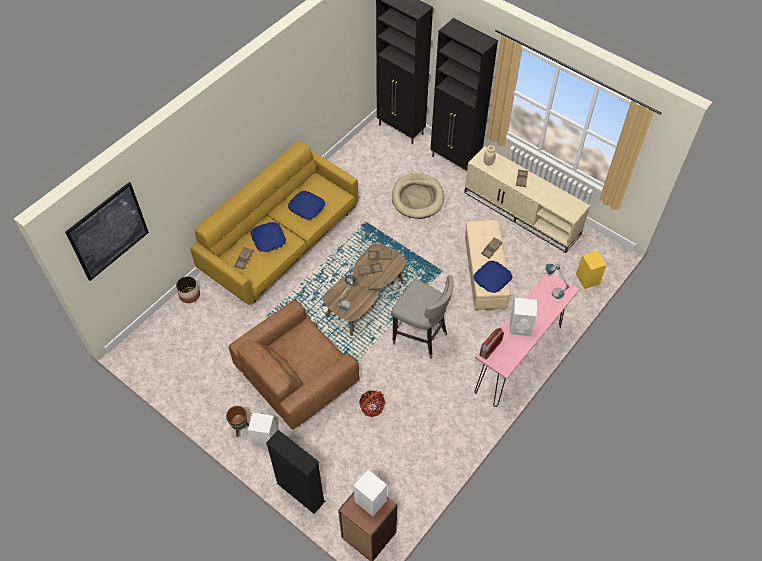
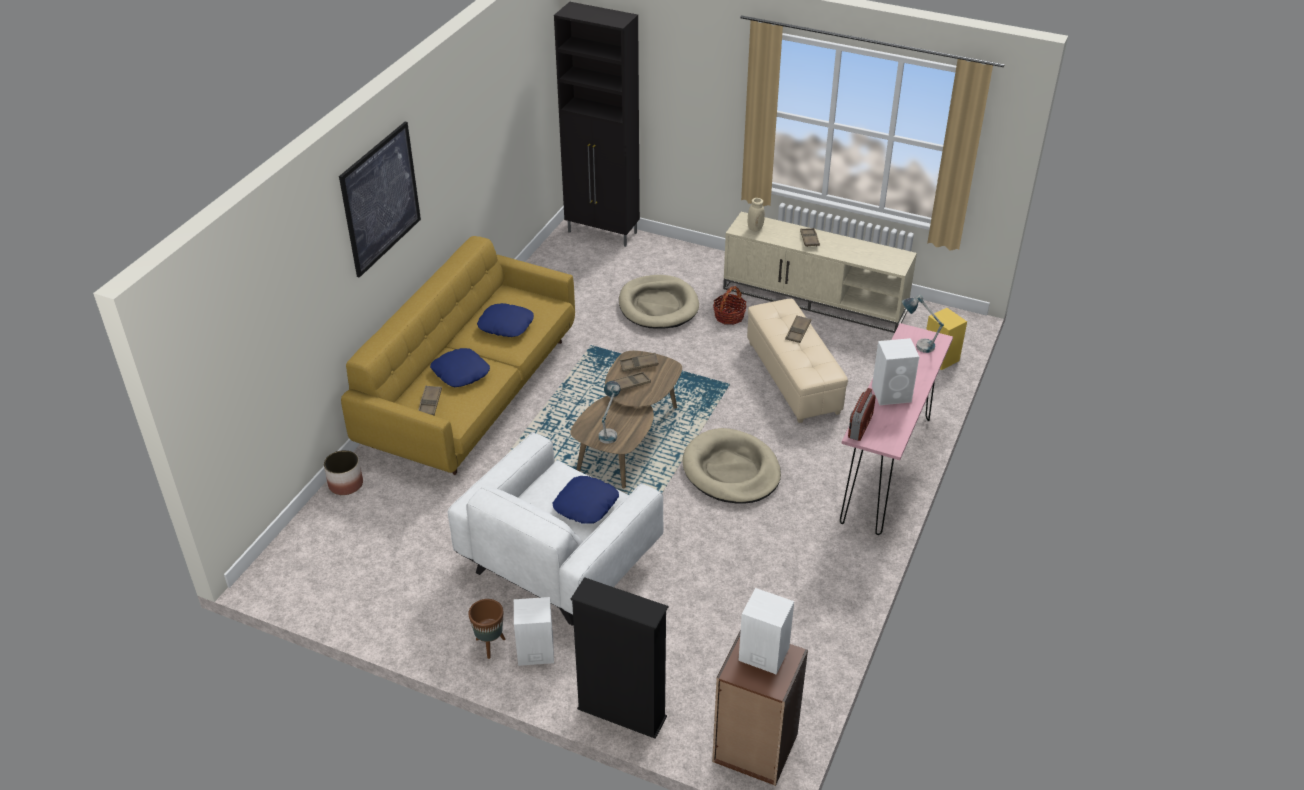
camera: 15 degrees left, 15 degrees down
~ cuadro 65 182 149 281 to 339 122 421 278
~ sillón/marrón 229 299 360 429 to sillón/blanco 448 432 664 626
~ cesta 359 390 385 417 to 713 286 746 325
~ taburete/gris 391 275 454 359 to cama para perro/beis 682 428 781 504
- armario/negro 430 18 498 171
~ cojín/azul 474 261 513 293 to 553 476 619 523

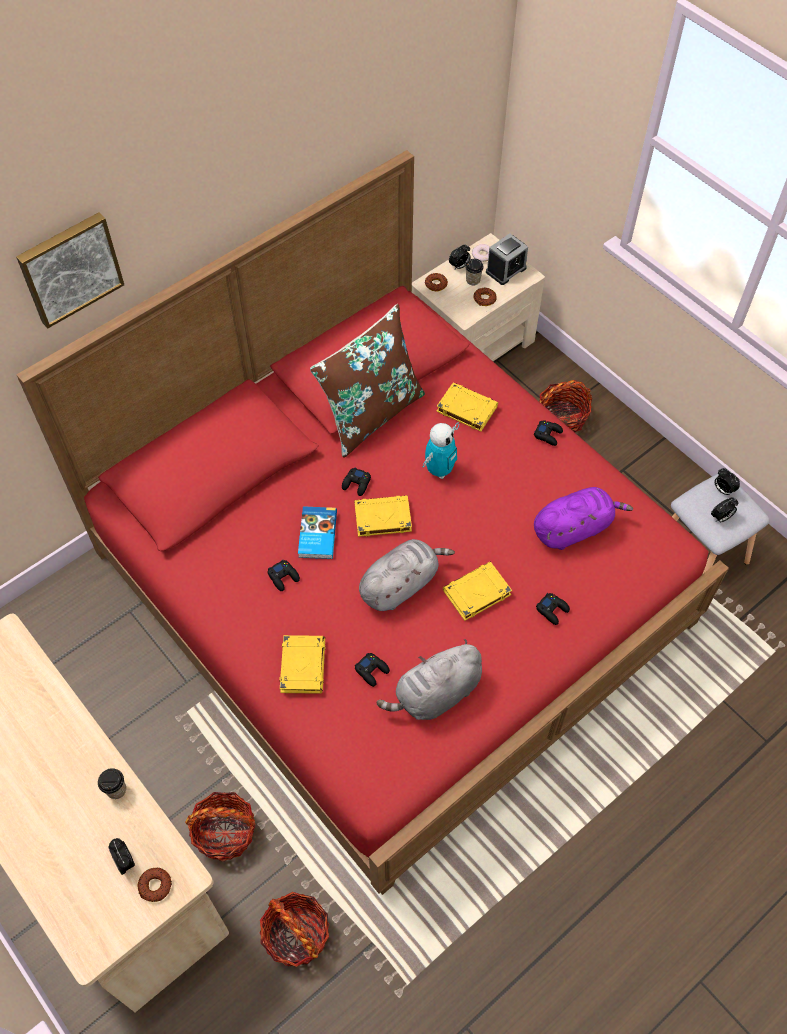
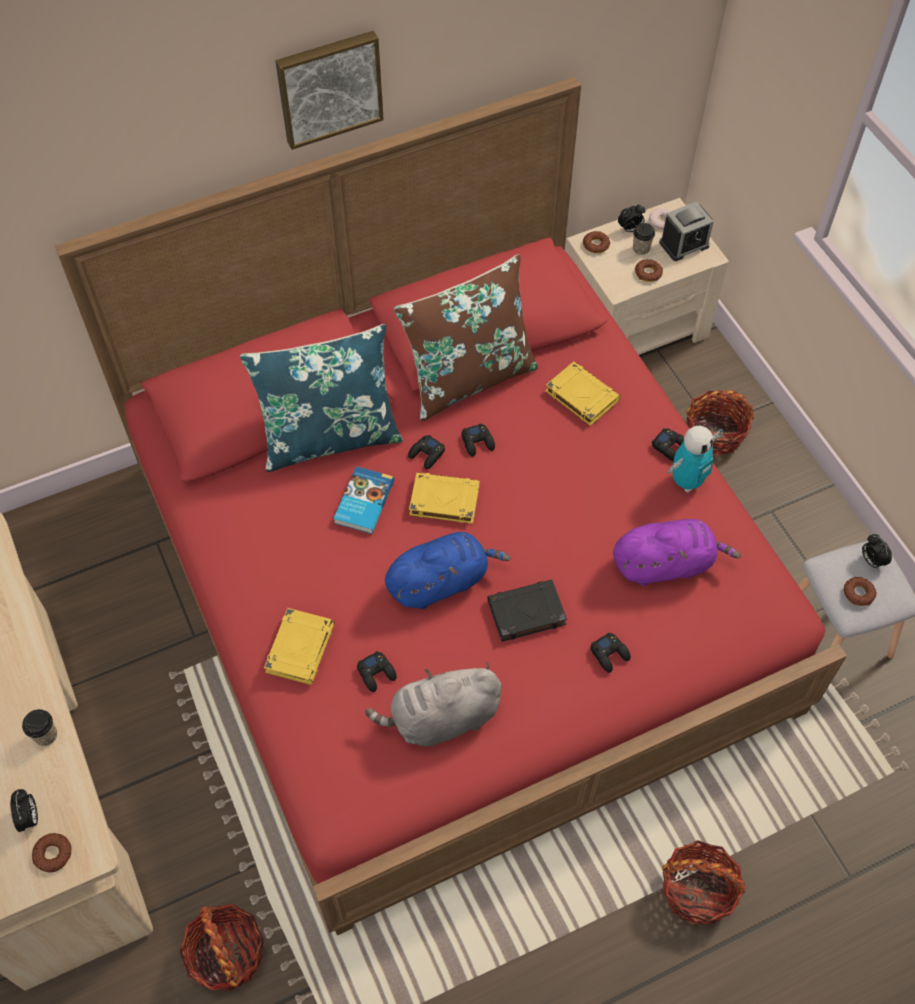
camera: 15 degrees right, 0 degrees up
~ cuadro 16 212 124 328 to 275 31 384 150
~ cesta 185 792 256 862 to 662 840 745 925
~ mando de consola/negro 268 560 300 591 to 461 423 495 457
~ peluche/gris 359 539 455 611 to peluche/azul 385 532 511 609
~ robot de juguete 423 422 459 479 to 667 426 723 492
~ libro/amarillo 443 562 512 621 to libro/negro 487 579 567 642
~ despertador 711 498 738 522 to rosquilla 844 577 877 606
+ cojín/azul 240 324 403 472

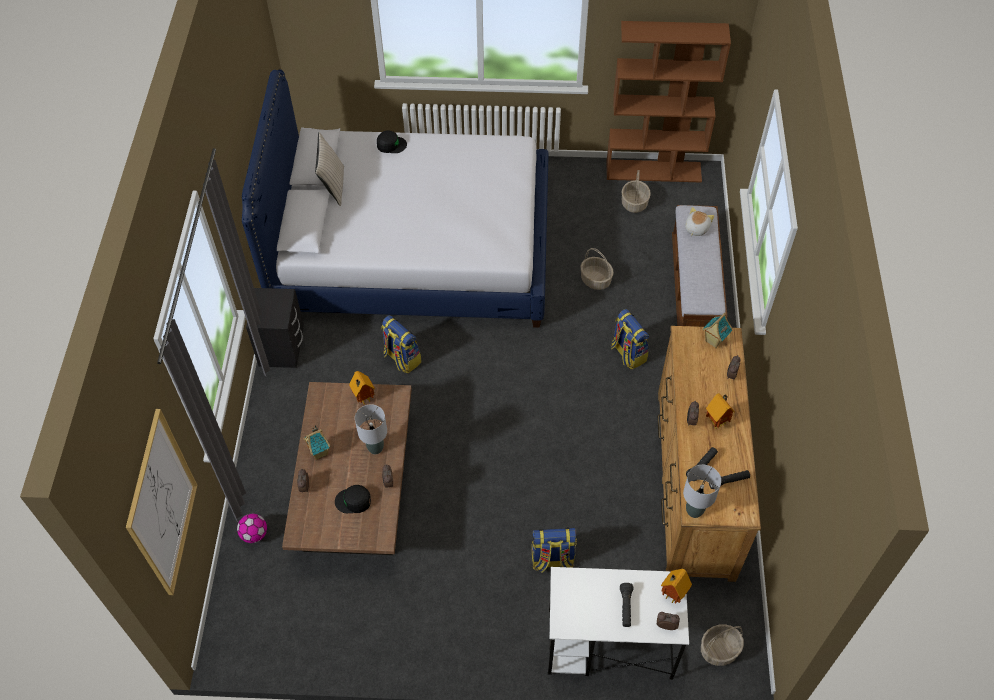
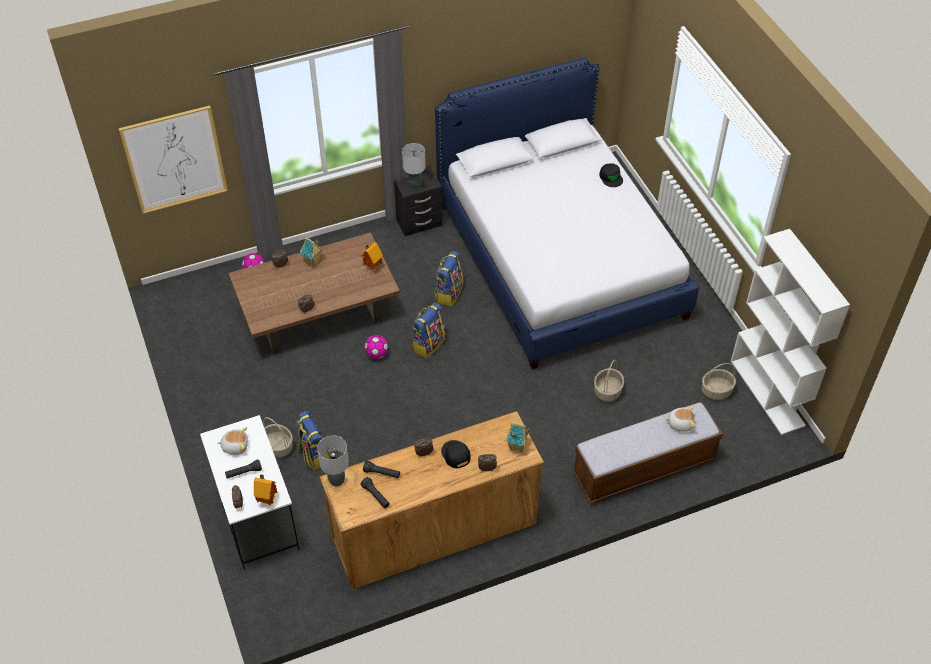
camera: 65 degrees right, 5 degrees down
- cojín/beis 315 132 344 206
~ gorra/negro 335 485 371 513 to 441 440 471 468
~ lámpara de mesa/gris 355 404 387 454 to 402 143 426 189
~ estantería/marrón 607 21 731 183 to estantería/blanco 731 229 850 435
~ mochila 611 309 649 369 to 412 303 445 358
~ cesta 701 624 744 666 to 263 417 293 457
- casita 706 393 735 429
+ peluche 218 427 248 455
+ balón de fútbol 364 335 388 359

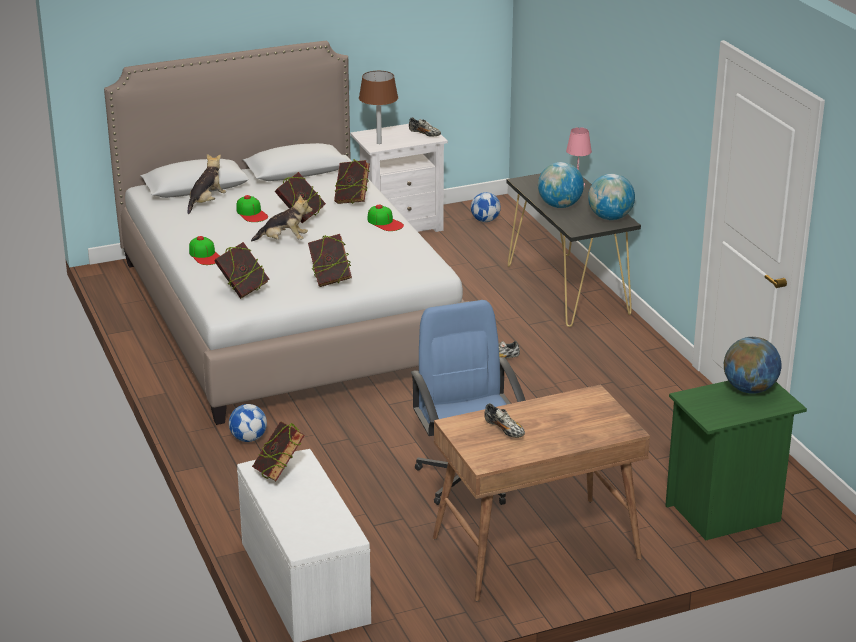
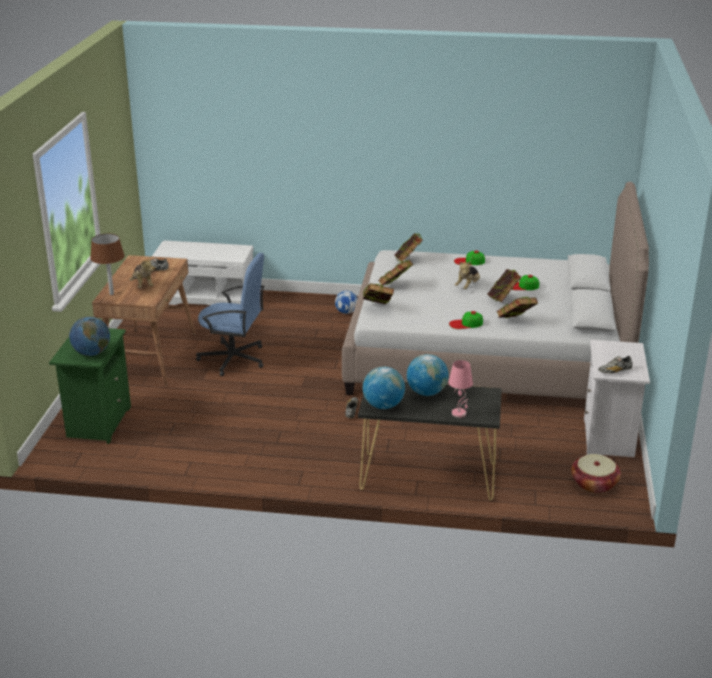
camera: 120 degrees right, 0 degrees up
~ peluche 187 154 226 214 to 130 258 154 288
~ libro 252 421 305 481 to 363 283 394 304
~ lámpara de mesa/marrón 359 71 398 144 to 90 234 125 295
~ balón de fútbol 471 192 501 222 to cesta 571 454 621 493

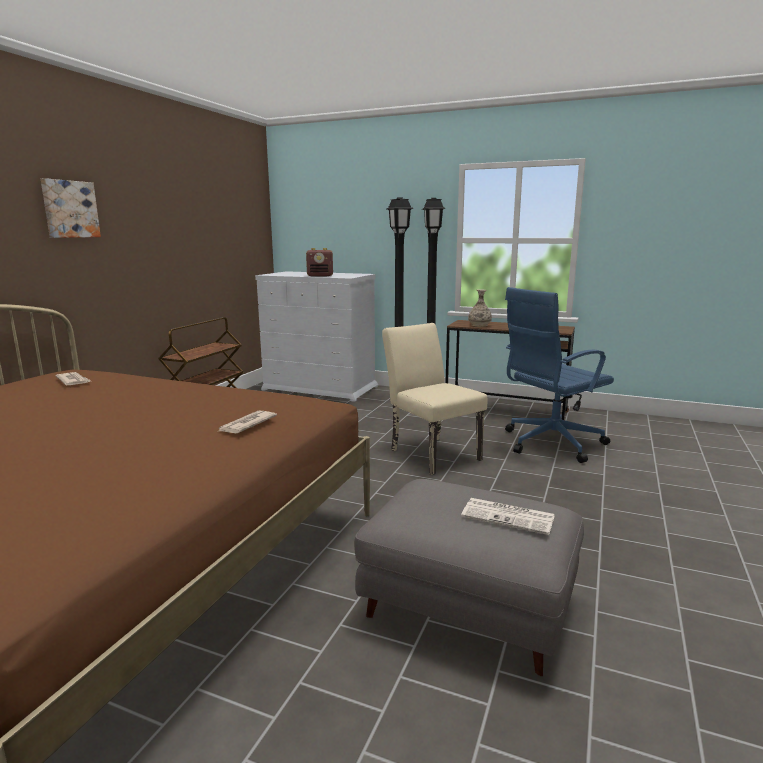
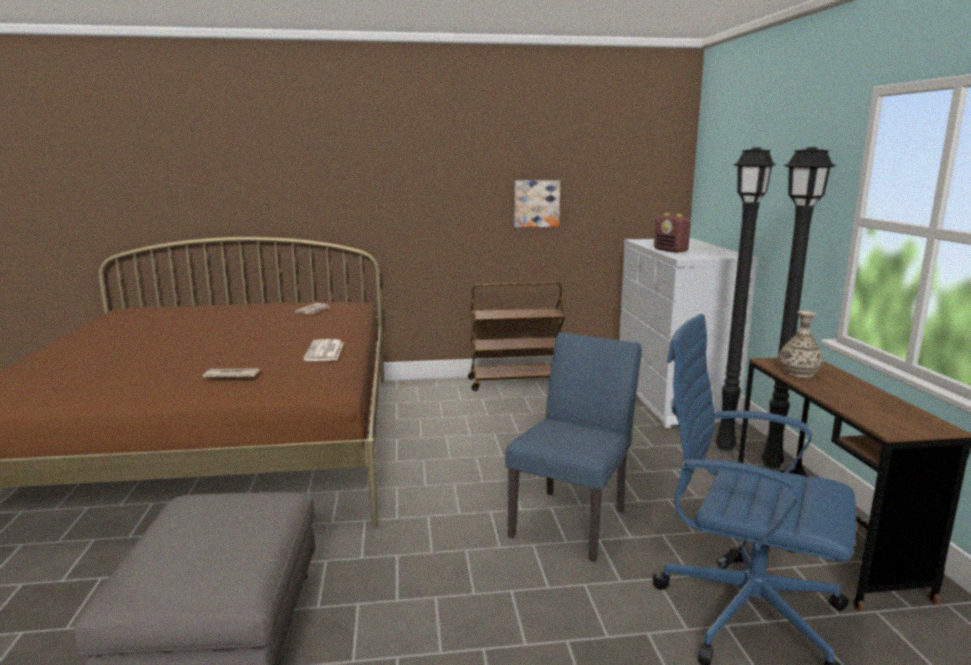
camera: 60 degrees right, 0 degrees up
~ cuadro 41 178 101 238 to 514 180 560 227
~ silla/beis 382 323 487 475 to silla/azul 505 332 642 562
~ periódico 461 498 555 535 to 303 339 344 361

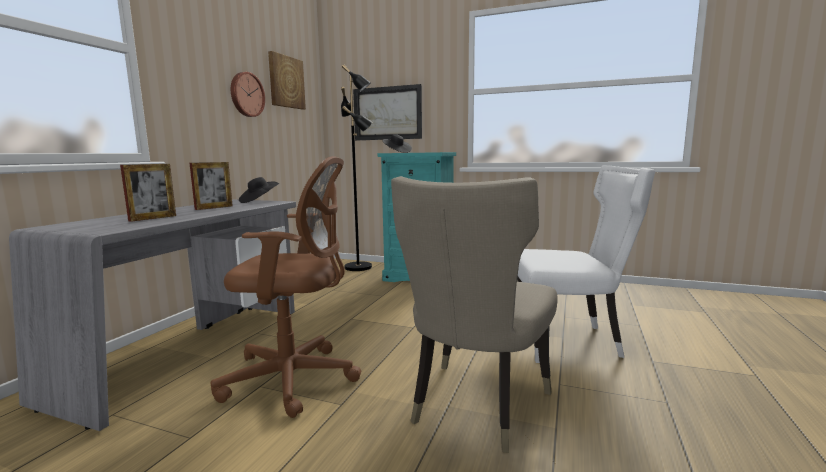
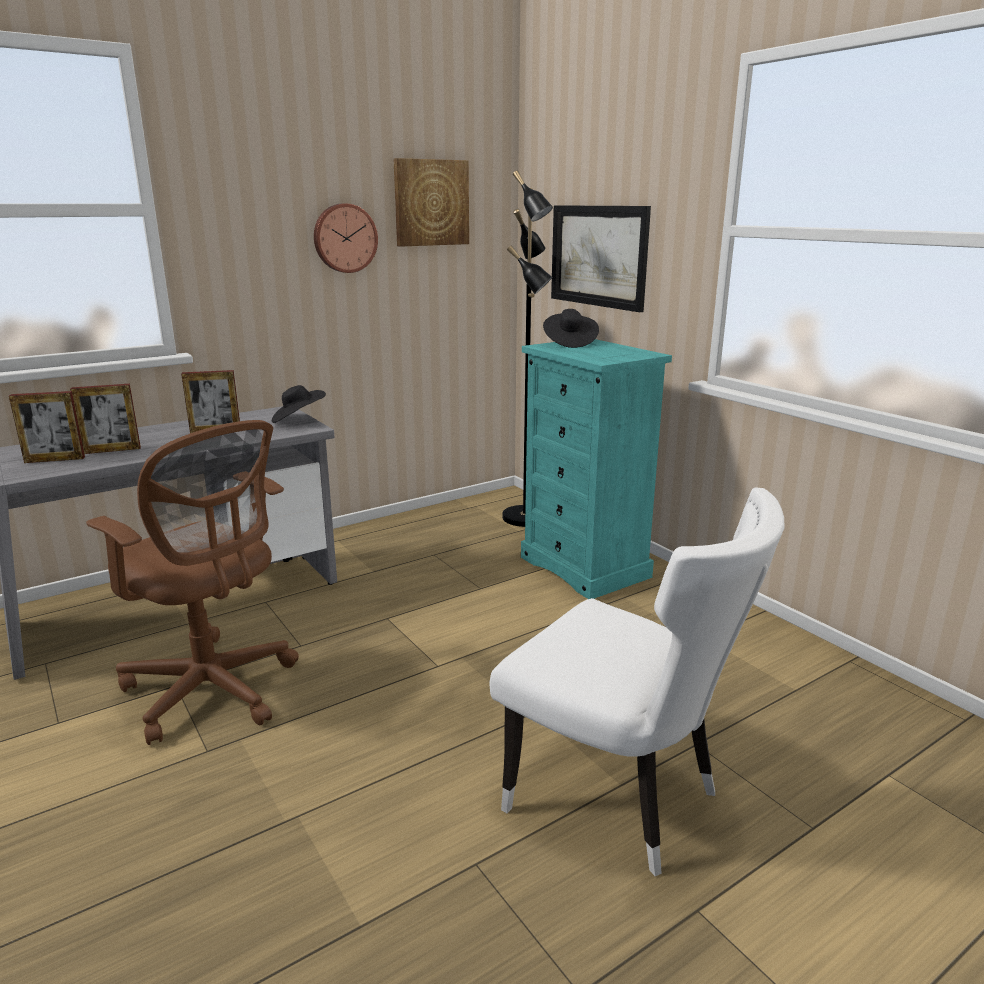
camera: 35 degrees right, 10 degrees up
- silla/beis 391 176 558 453
+ portarretratos 9 391 85 463

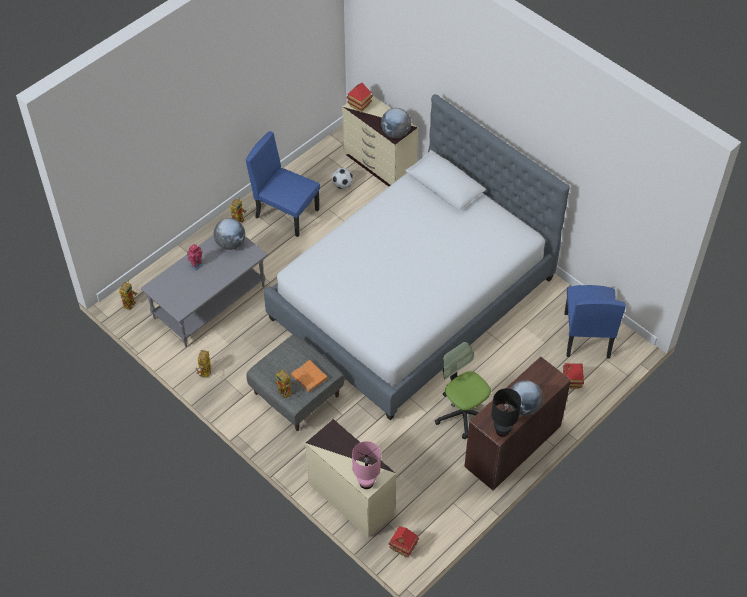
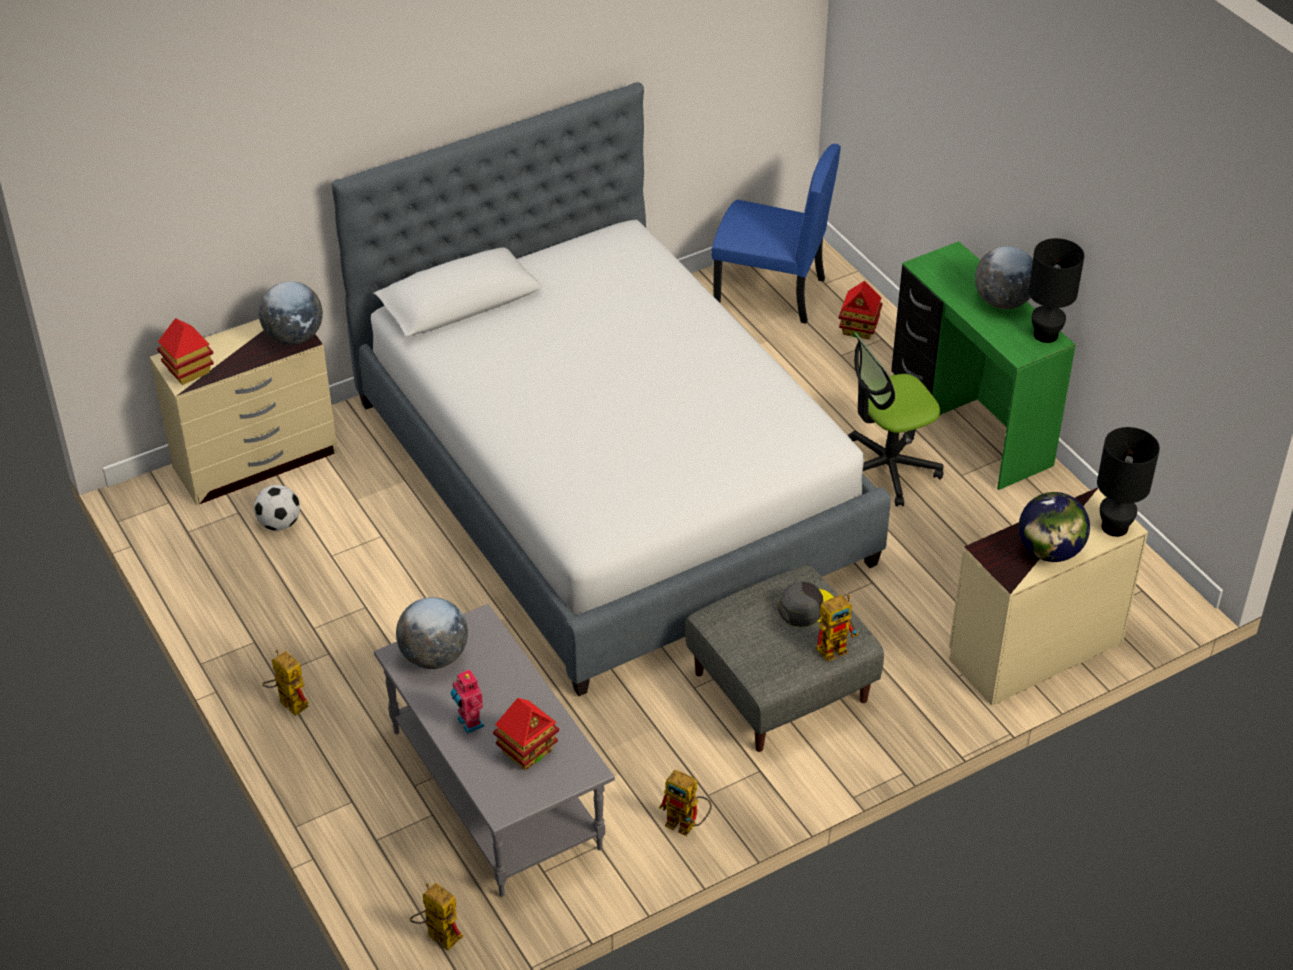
camera: 75 degrees left, 10 degrees down
- silla/azul 246 131 320 237
~ libro/naranja 291 360 327 392 to gorra/gris 778 582 834 627
~ lámpara de mesa/rosa 352 441 381 489 to lámpara de mesa/negro 1097 427 1160 537
~ casita 389 526 419 558 to 493 698 559 770
~ escritorio/marrón 464 357 571 491 to escritorio/verde 891 241 1076 490
+ globo terráqueo 1019 492 1090 562

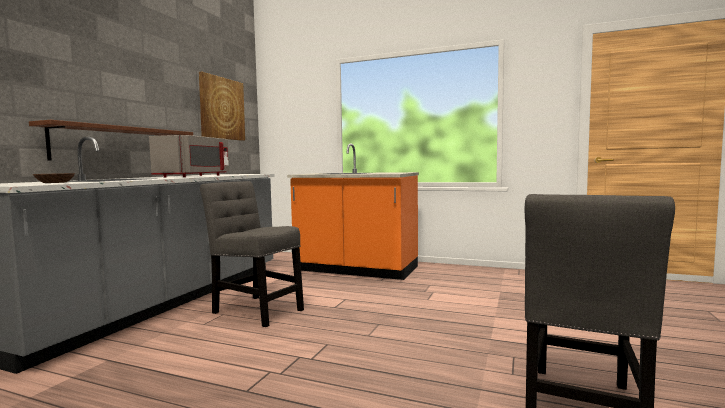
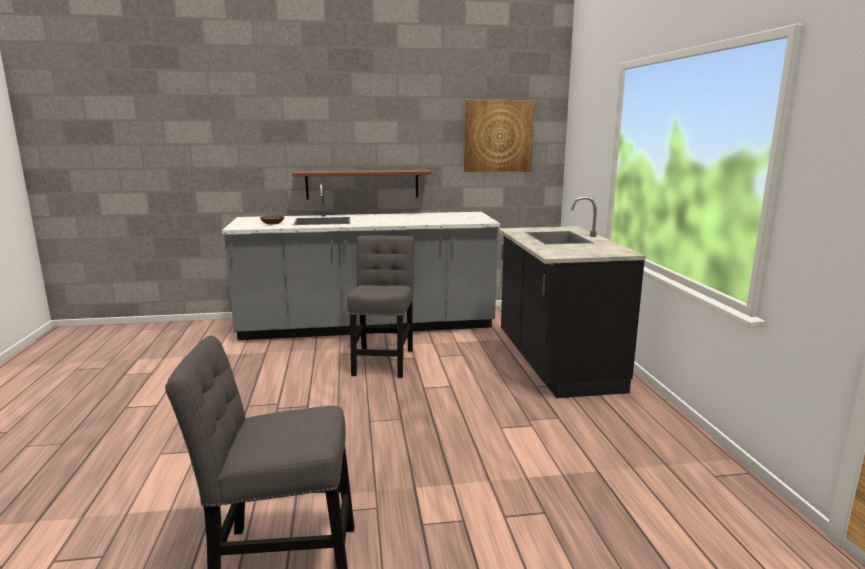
camera: 60 degrees right, 10 degrees up
- microondas/gris 149 135 229 178
~ mueble bajo de cocina/naranja 287 144 419 280 to mueble bajo de cocina/negro 499 196 646 398

